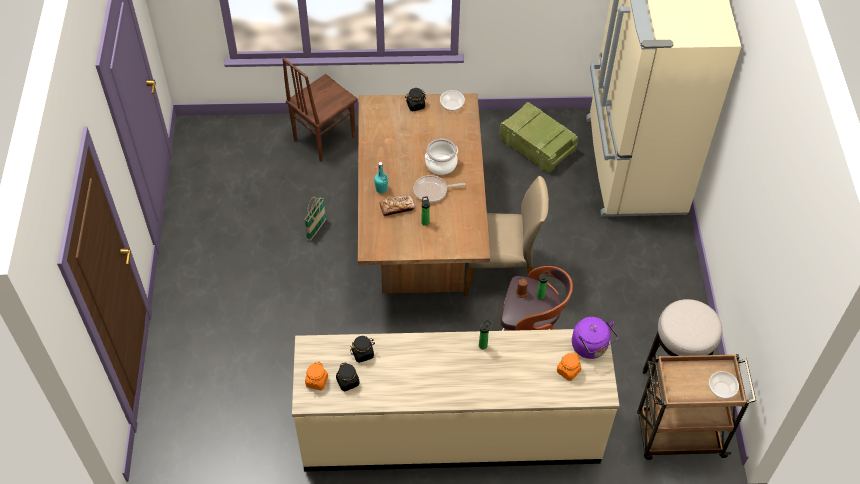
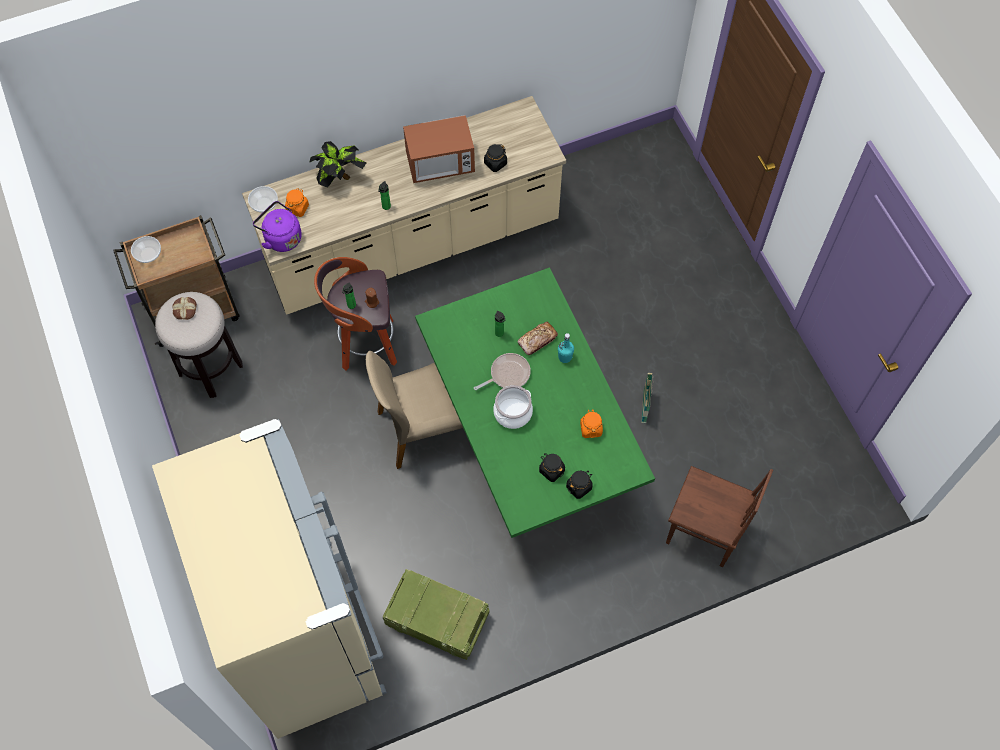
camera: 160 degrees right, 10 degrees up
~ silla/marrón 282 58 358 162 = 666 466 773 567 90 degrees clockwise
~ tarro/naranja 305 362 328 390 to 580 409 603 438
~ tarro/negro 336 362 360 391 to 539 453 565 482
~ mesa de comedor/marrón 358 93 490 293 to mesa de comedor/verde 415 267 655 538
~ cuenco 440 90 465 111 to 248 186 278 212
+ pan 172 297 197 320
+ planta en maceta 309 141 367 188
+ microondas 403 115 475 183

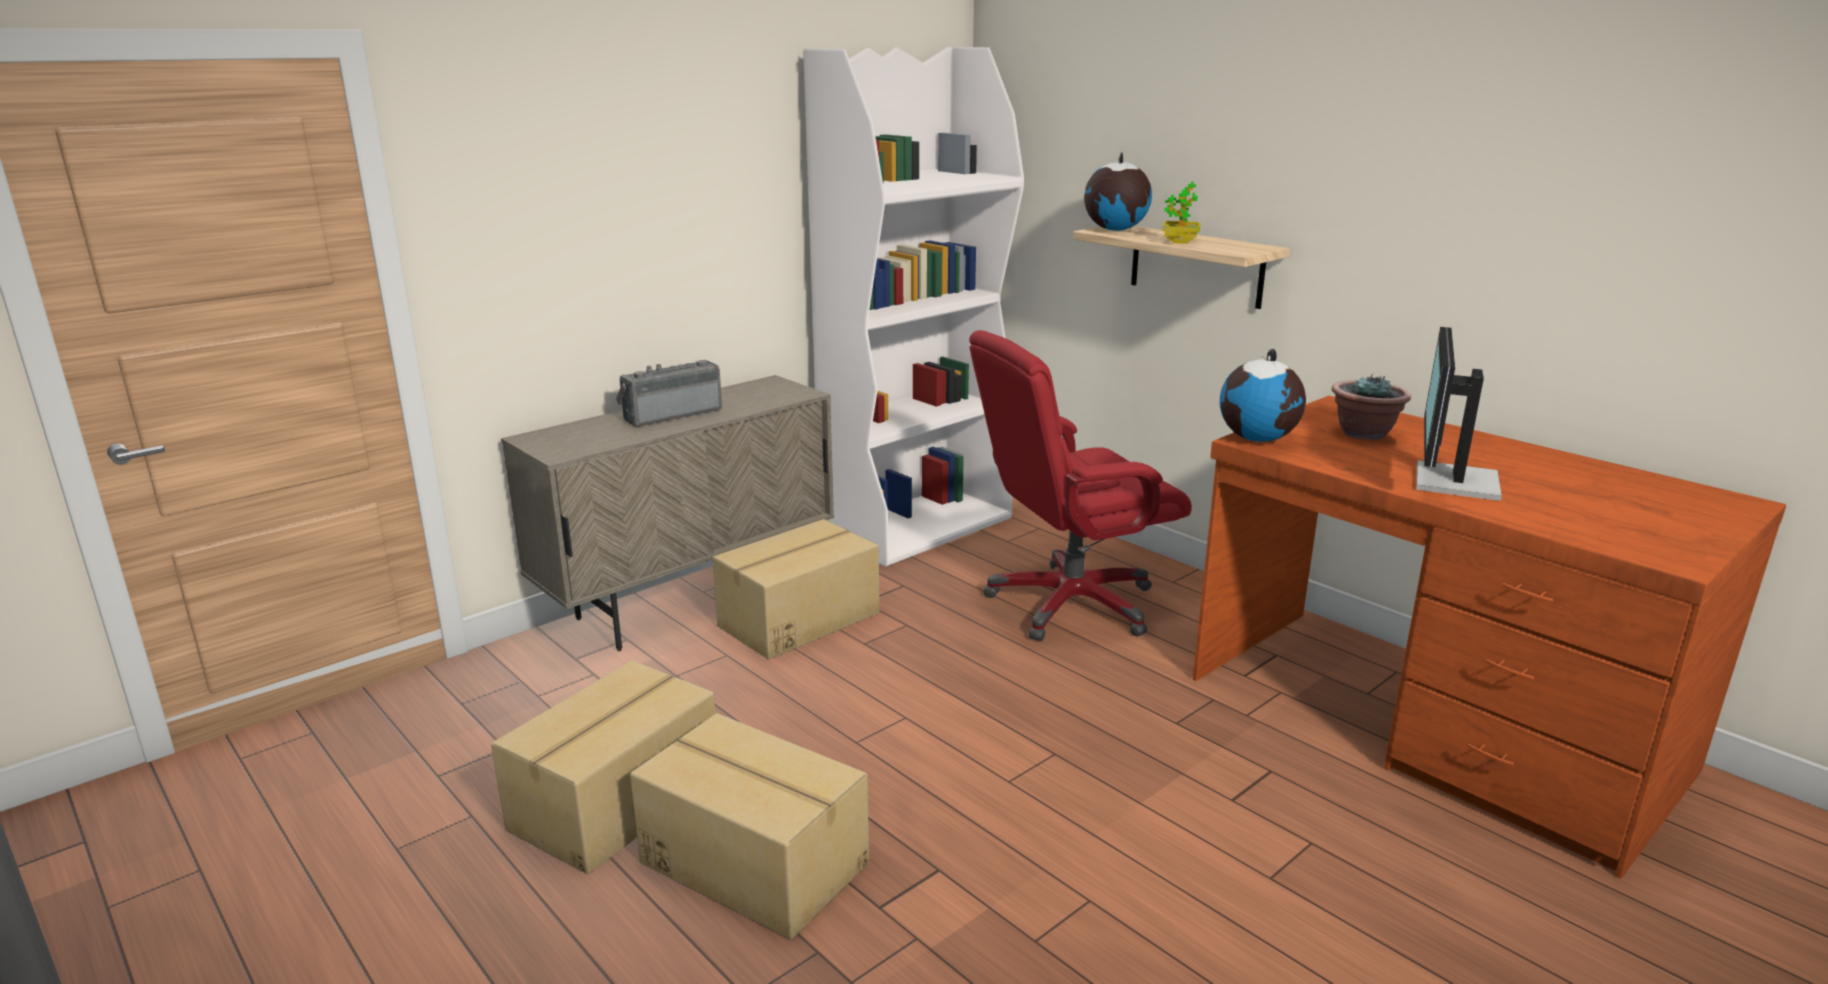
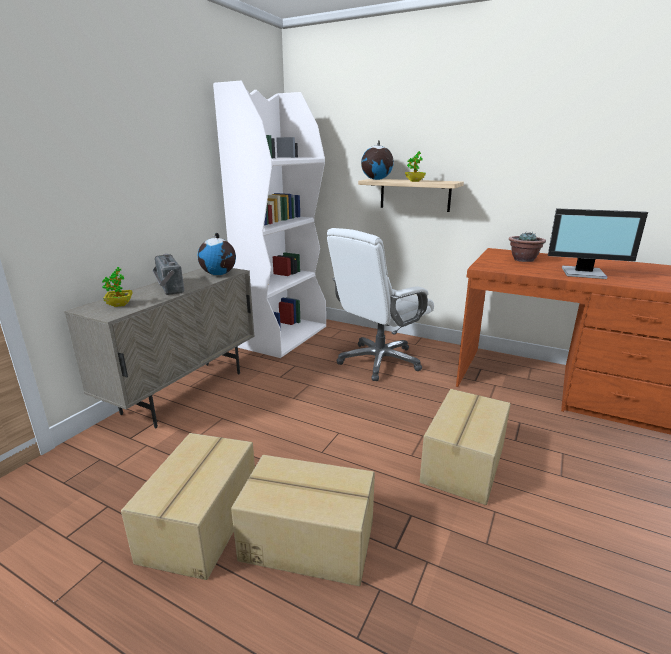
camera: 20 degrees left, 0 degrees up
~ radio 616 360 722 427 = 152 254 184 295 60 degrees counterclockwise
~ caja de cartón 712 519 879 660 to 420 389 511 505
~ silla de oficina/rojo 969 330 1192 641 to silla de oficina/blanco 327 228 434 381
~ globo terráqueo 1220 349 1306 442 to 198 233 236 275
~ monitor 1416 327 1502 501 = 548 208 648 279 75 degrees counterclockwise
+ planta en maceta 102 267 132 307

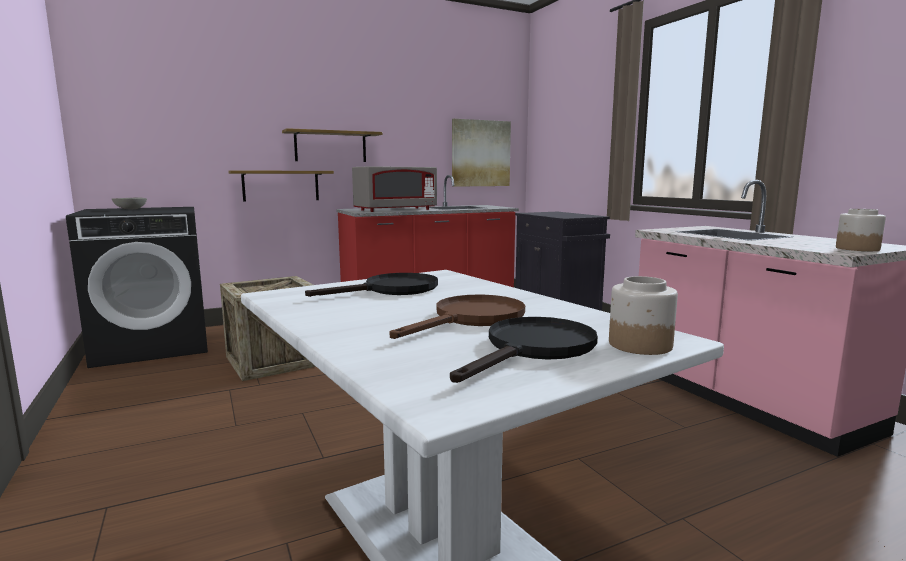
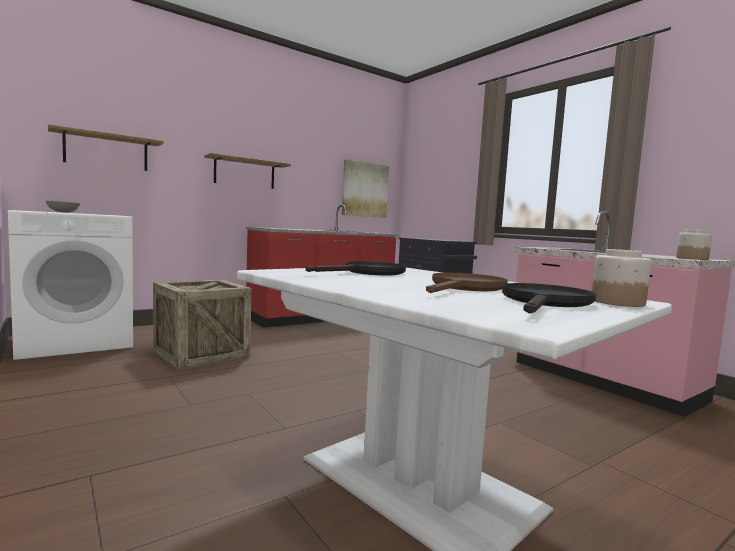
camera: 10 degrees left, 5 degrees down
~ lavadora/negro 66 207 208 368 to lavadora/blanco 8 210 133 360
~ estante 229 170 334 202 to 48 124 163 171
- microondas/gris 352 166 437 212

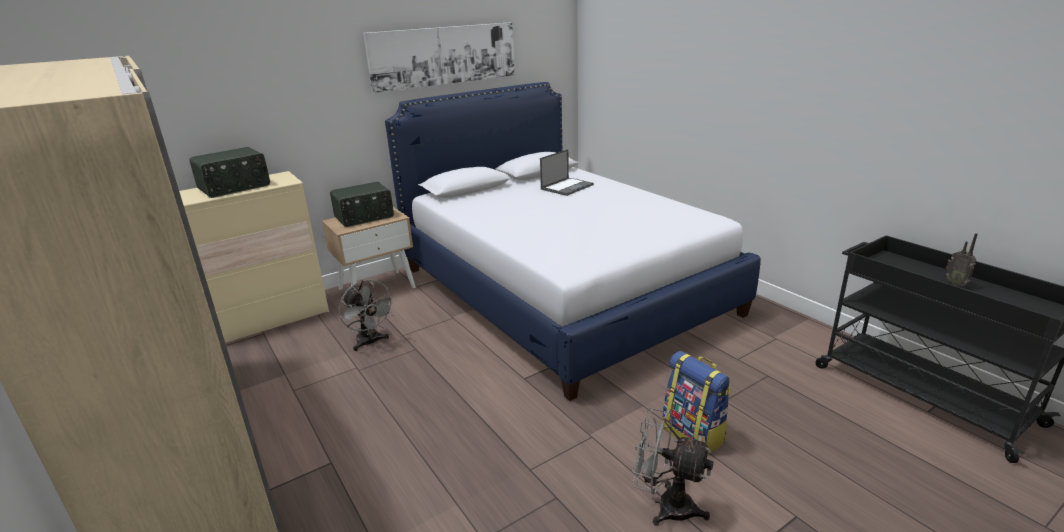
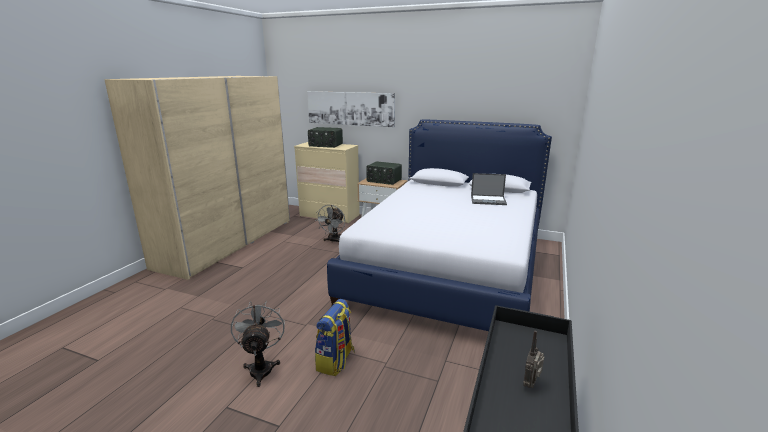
camera: 55 degrees right, 5 degrees down
~ cuadro 363 22 515 93 to 307 91 395 127

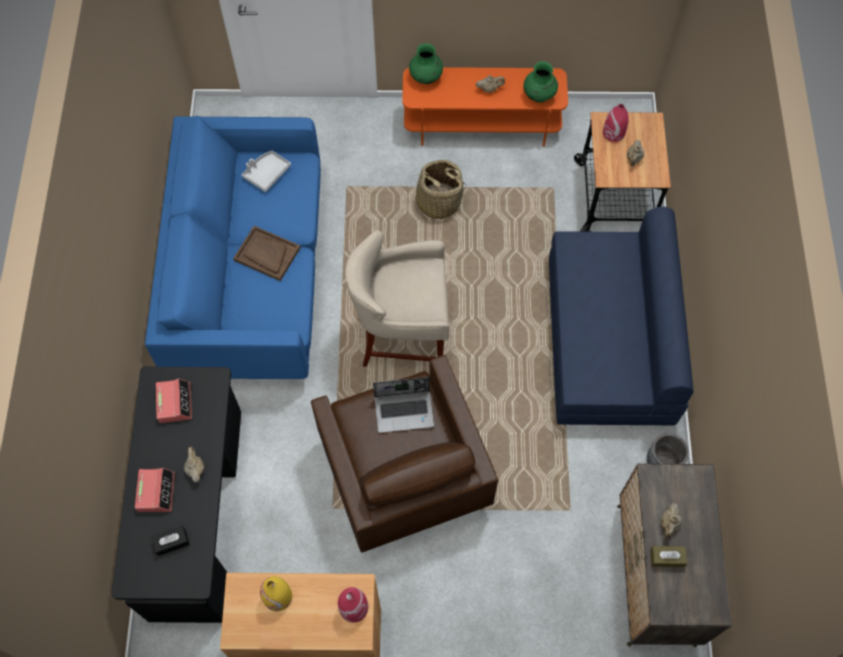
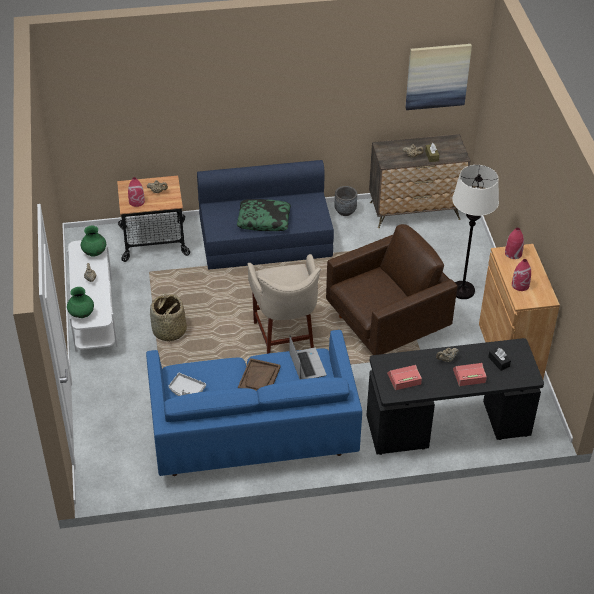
camera: 100 degrees left, 20 degrees down
~ florero/amarillo 260 576 292 612 to florero/rojo 512 259 531 291
~ portátil 373 377 434 433 to 289 336 327 379
~ mueble de televisión/naranja 402 67 568 147 to mueble de televisión/blanco 67 240 118 352
+ cojín 237 199 291 231
+ cuadro 405 44 472 110
+ lámpara de pie/blanco 452 165 499 299

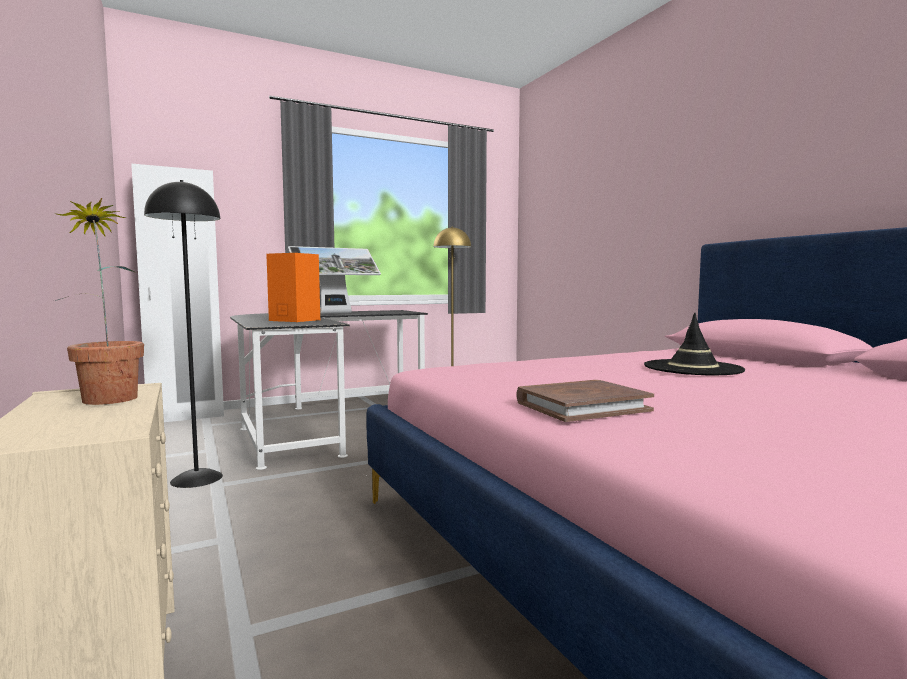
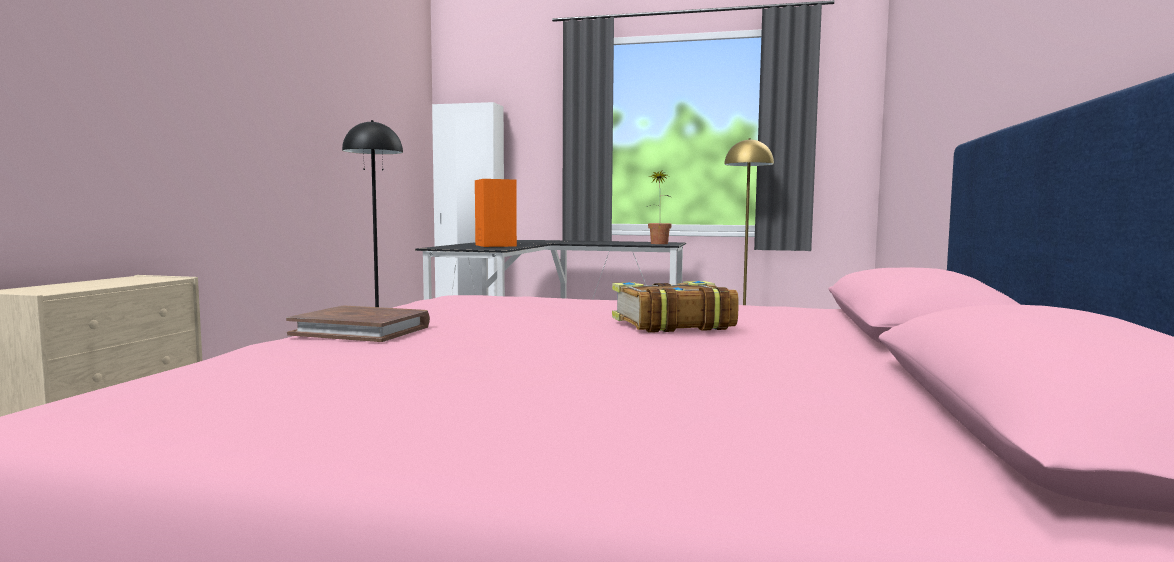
camera: 40 degrees right, 0 degrees up
~ planta en maceta 54 198 144 405 to 647 171 673 244
- monitor 288 246 381 314
~ sombrero/negro 644 313 745 375 to libro 612 281 739 333

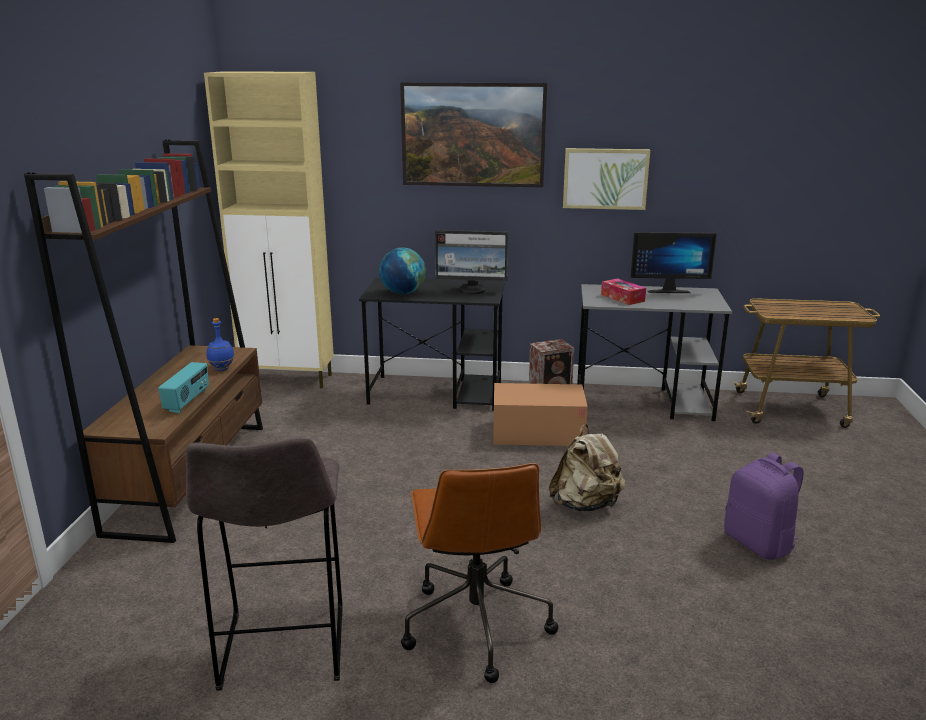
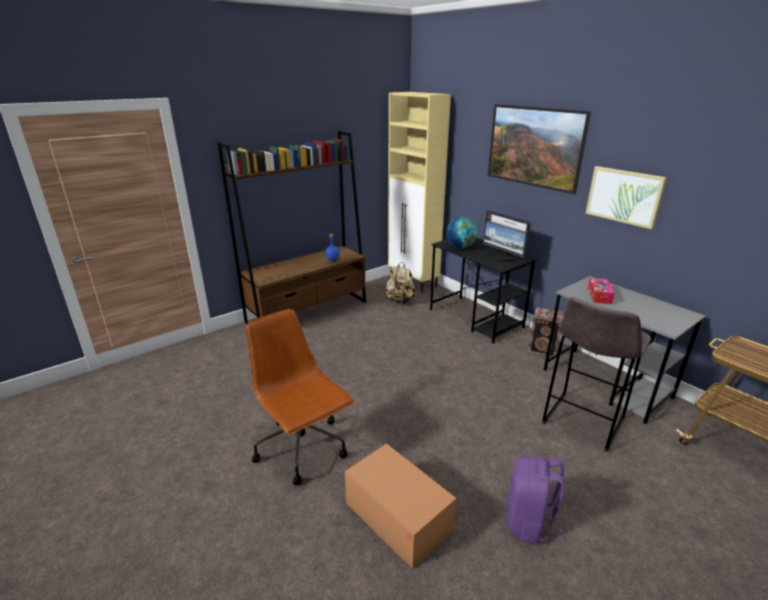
camera: 45 degrees right, 5 degrees up
- radio 158 362 209 413
~ taburete/gris 185 437 343 691 to 542 297 652 452
~ silla de oficina/marrón 401 463 558 683 = 245 309 354 485 105 degrees clockwise
~ caja de cartón 493 383 588 446 to 345 444 456 569
~ mochila/beis 549 424 625 511 to 384 262 415 304
- monitor 630 232 717 293

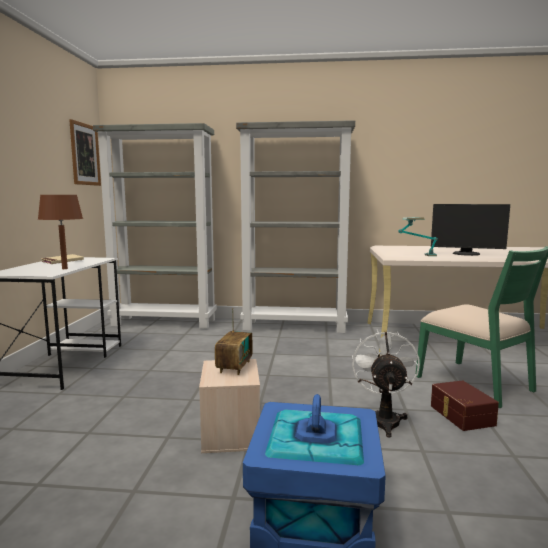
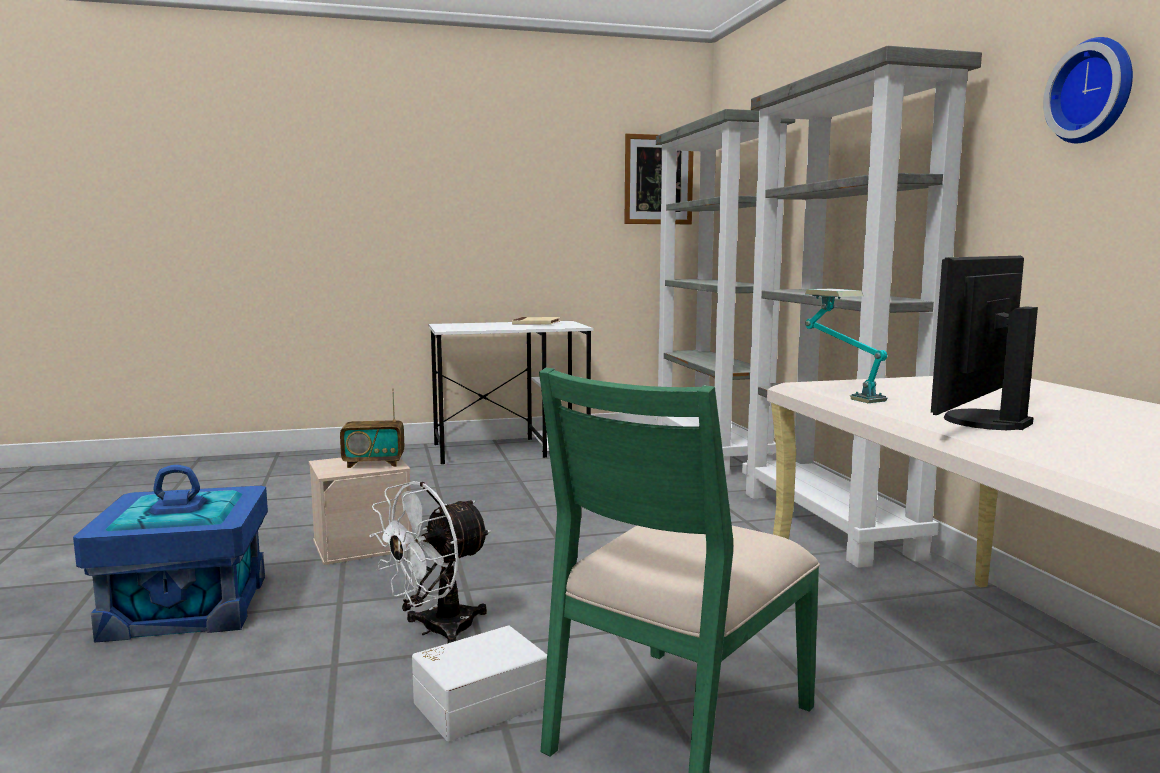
camera: 70 degrees right, 0 degrees up
- lámpara de mesa/marrón 38 195 83 269
~ ventilador/blanco 352 329 420 438 = 369 481 491 643 150 degrees clockwise
~ monitor 431 204 510 256 = 931 256 1038 430 45 degrees clockwise
~ caja de almacenaje/marrón 431 380 499 431 to caja de almacenaje/blanco 412 625 547 742
+ reloj de pared 1043 37 1133 143

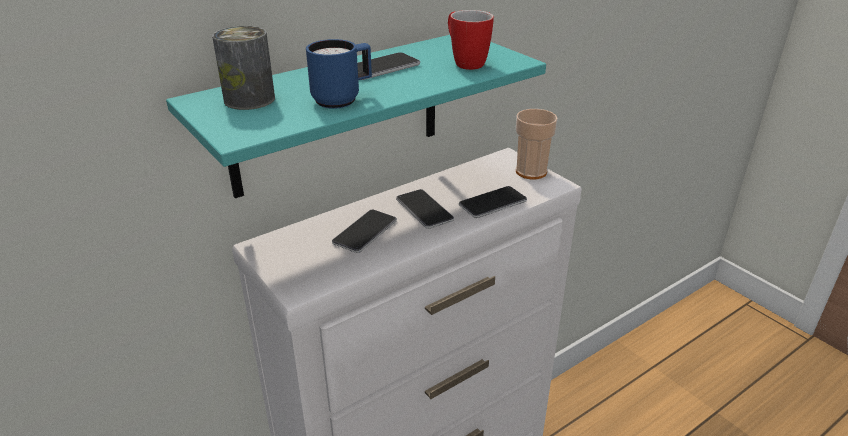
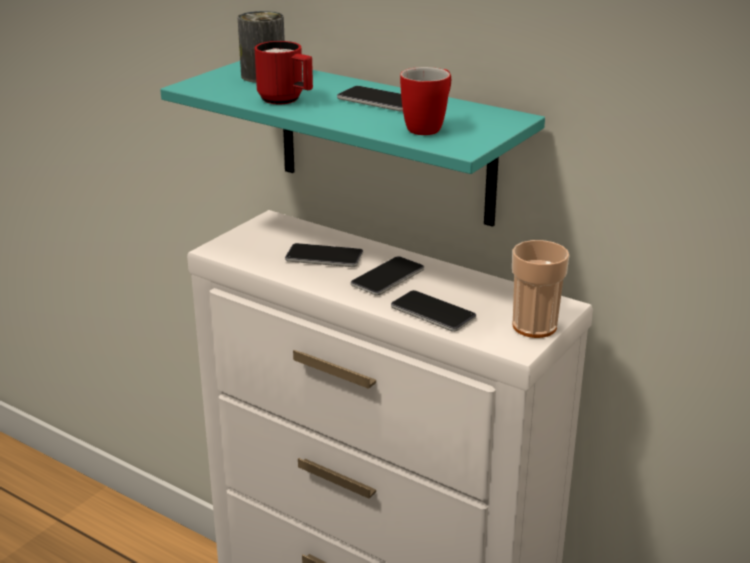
camera: 70 degrees right, 5 degrees down
~ taza grande/azul 306 39 372 109 to taza grande/rojo 255 41 313 104

